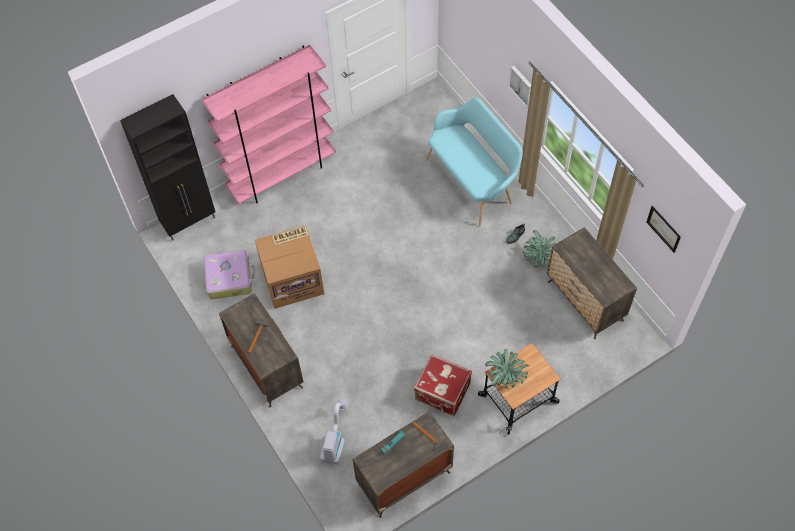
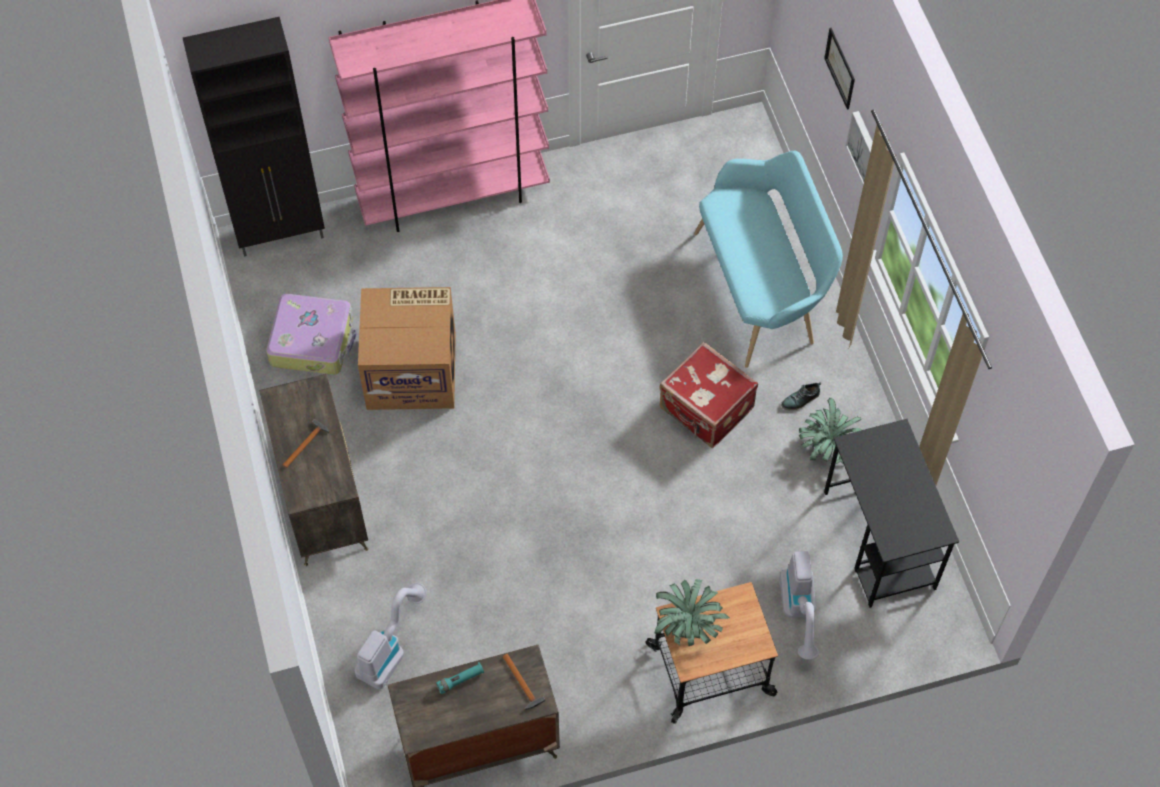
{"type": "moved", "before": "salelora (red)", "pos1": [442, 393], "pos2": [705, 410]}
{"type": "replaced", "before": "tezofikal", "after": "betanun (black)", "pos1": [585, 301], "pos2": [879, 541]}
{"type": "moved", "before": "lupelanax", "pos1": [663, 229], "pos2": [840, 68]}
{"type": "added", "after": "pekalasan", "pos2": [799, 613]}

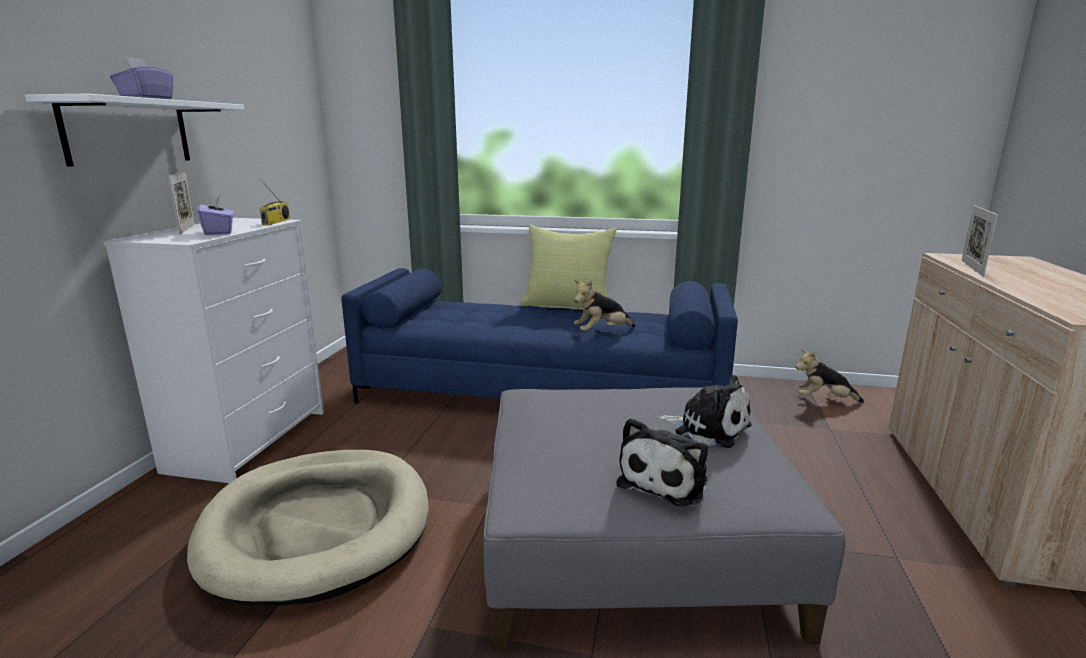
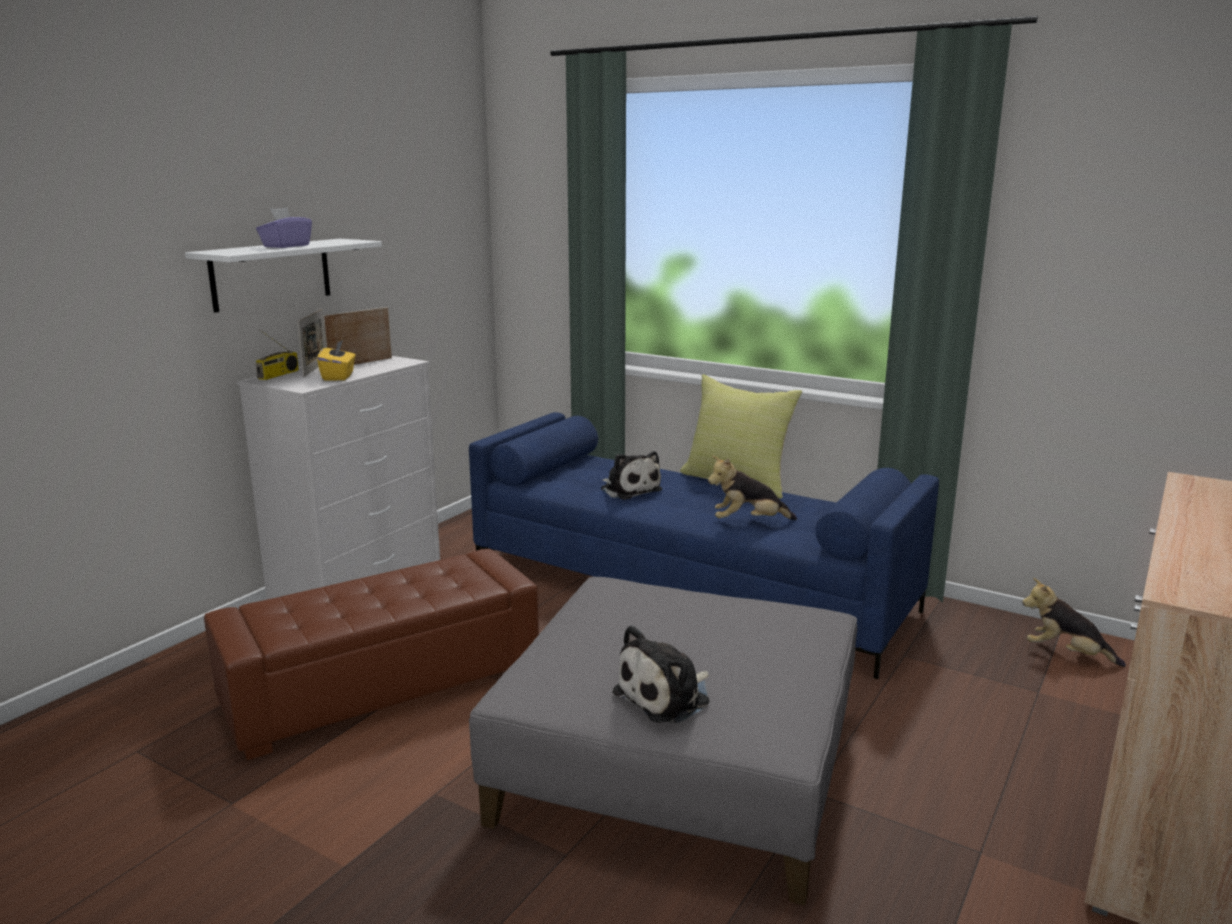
{"type": "replaced", "before": "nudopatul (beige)", "after": "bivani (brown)", "pos1": [318, 527], "pos2": [383, 686]}
{"type": "recoloured", "before": "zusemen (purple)", "after": "zusemen (yellow)", "pos1": [219, 232], "pos2": [339, 376]}
{"type": "moved", "before": "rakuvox", "pos1": [276, 222], "pos2": [278, 375]}
{"type": "moved", "before": "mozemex", "pos1": [708, 428], "pos2": [629, 489]}
{"type": "moved", "before": "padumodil", "pos1": [972, 268], "pos2": [361, 363]}

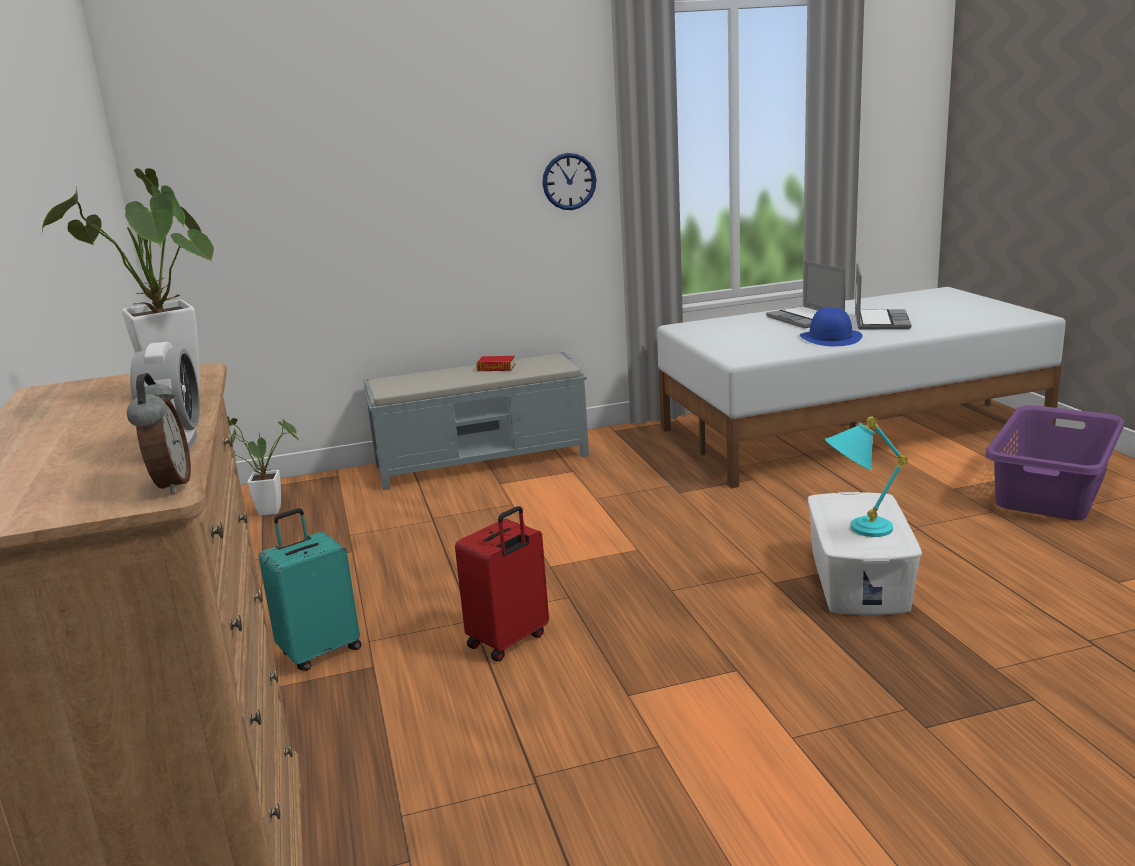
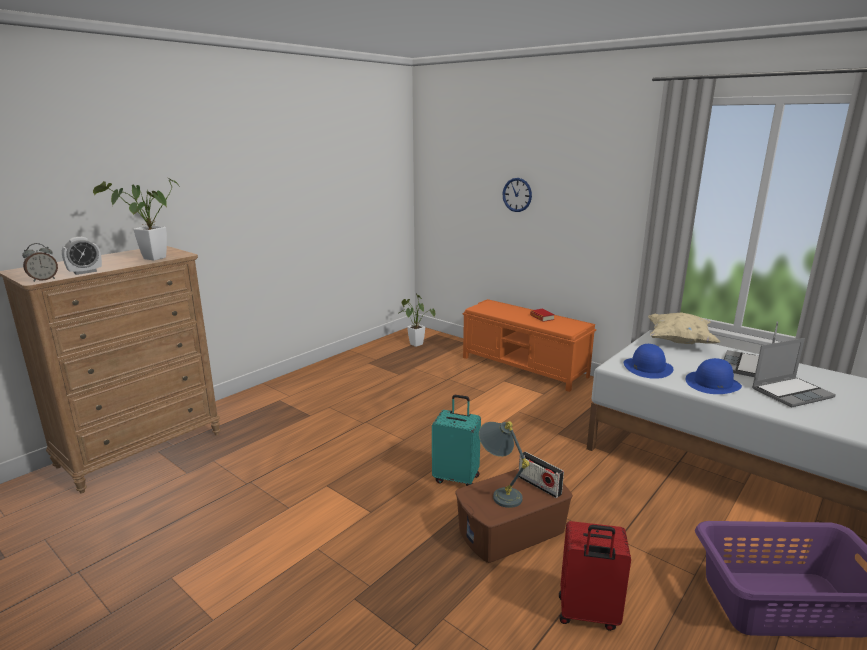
{"type": "moved", "before": "salelora (turquoise)", "pos1": [320, 651], "pos2": [456, 478]}
{"type": "recoloured", "before": "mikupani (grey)", "after": "mikupani (orange)", "pos1": [483, 460], "pos2": [524, 367]}
{"type": "moved", "before": "salelora (red)", "pos1": [509, 641], "pos2": [587, 614]}
{"type": "moved", "before": "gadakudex", "pos1": [569, 181], "pos2": [517, 195]}
{"type": "recoloured", "before": "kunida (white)", "after": "kunida (brown)", "pos1": [859, 580], "pos2": [512, 531]}
{"type": "recoloured", "before": "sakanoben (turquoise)", "after": "sakanoben (grey)", "pos1": [856, 529], "pos2": [500, 493]}
{"type": "added", "after": "rakuvox", "pos2": [539, 485]}
{"type": "added", "after": "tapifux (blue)", "pos2": [647, 367]}
{"type": "added", "after": "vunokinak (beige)", "pos2": [679, 341]}

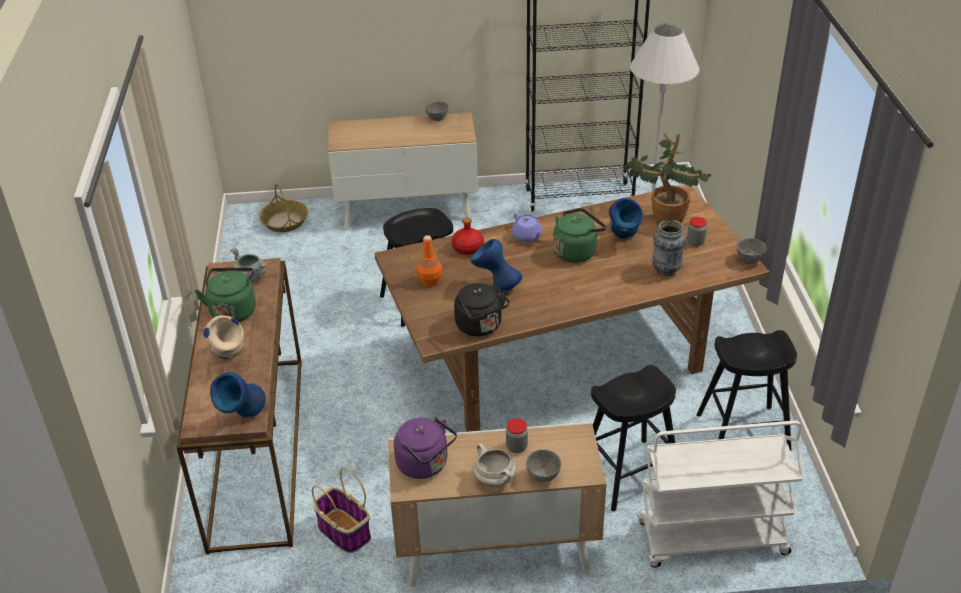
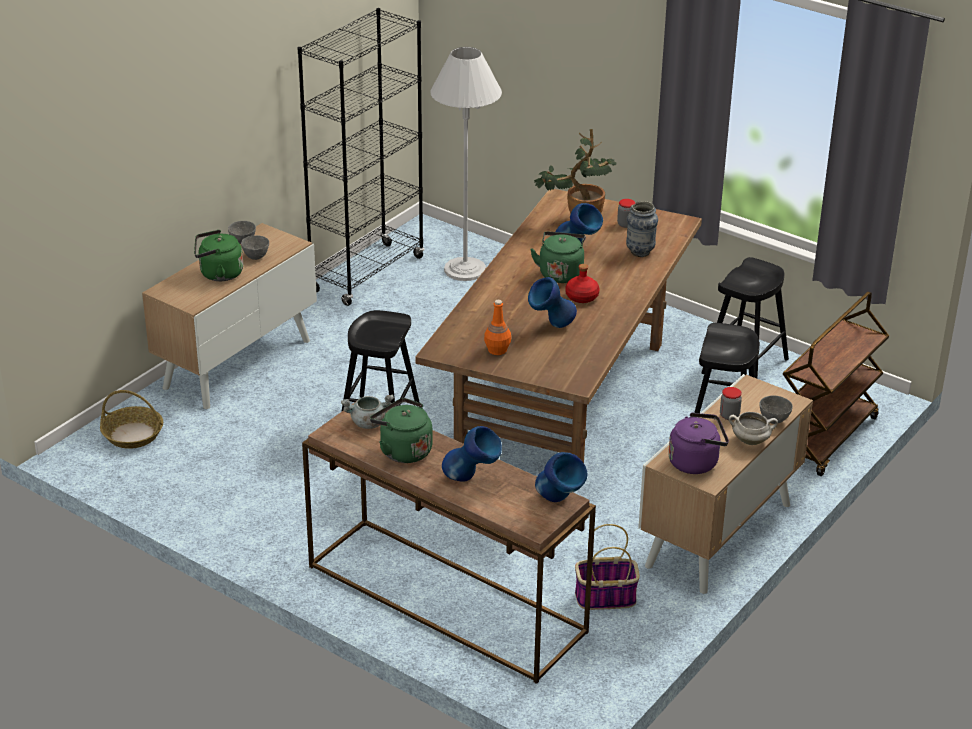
{"type": "recoloured", "before": "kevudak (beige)", "after": "kevudak (blue)", "pos1": [230, 360], "pos2": [472, 480]}
{"type": "moved", "before": "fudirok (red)", "pos1": [468, 248], "pos2": [582, 297]}
{"type": "removed", "before": "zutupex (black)", "pos1": [481, 327]}
{"type": "removed", "before": "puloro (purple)", "pos1": [527, 236]}
{"type": "recoloured", "before": "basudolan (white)", "after": "basudolan (brown)", "pos1": [711, 539], "pos2": [825, 439]}
{"type": "moved", "before": "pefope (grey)", "pos1": [748, 260], "pos2": [255, 257]}
{"type": "added", "after": "zutupex (green)", "pos2": [218, 274]}

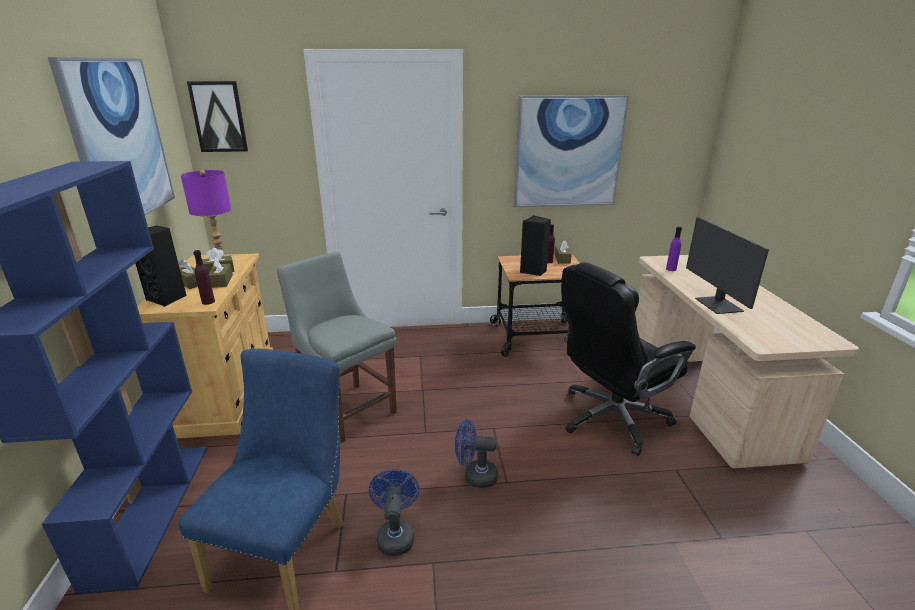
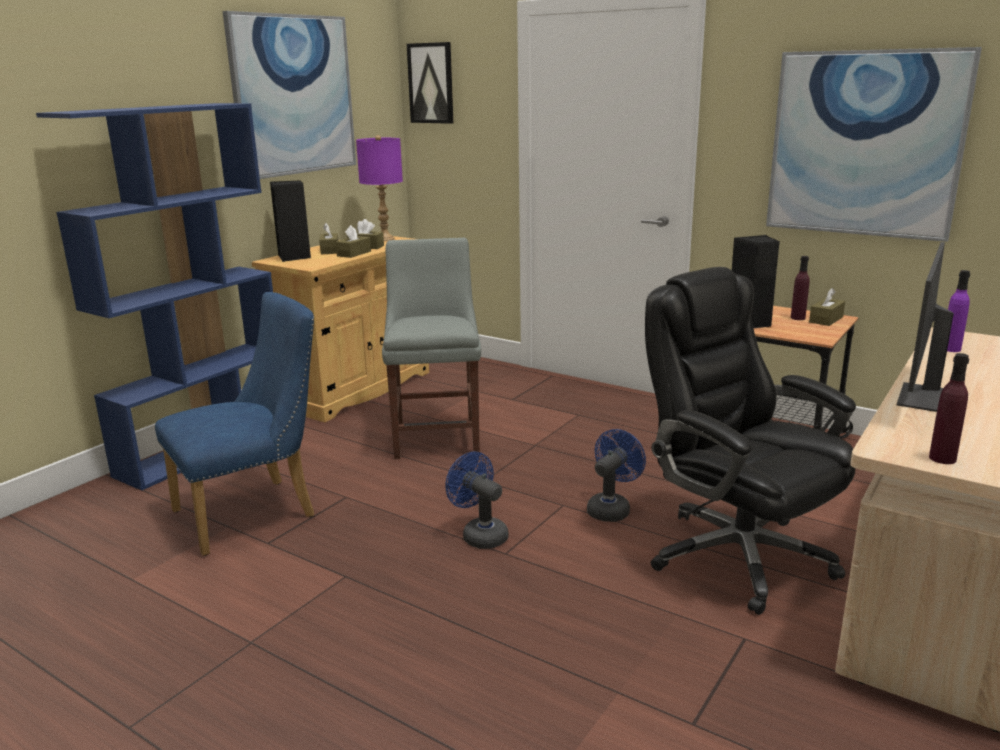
{"type": "moved", "before": "fudirok (purple)", "pos1": [208, 302], "pos2": [942, 458]}
{"type": "moved", "before": "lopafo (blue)", "pos1": [395, 534], "pos2": [611, 508]}
{"type": "turned", "before": "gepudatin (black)", "pos1": [611, 418], "pos2": [736, 554], "turn": 45}

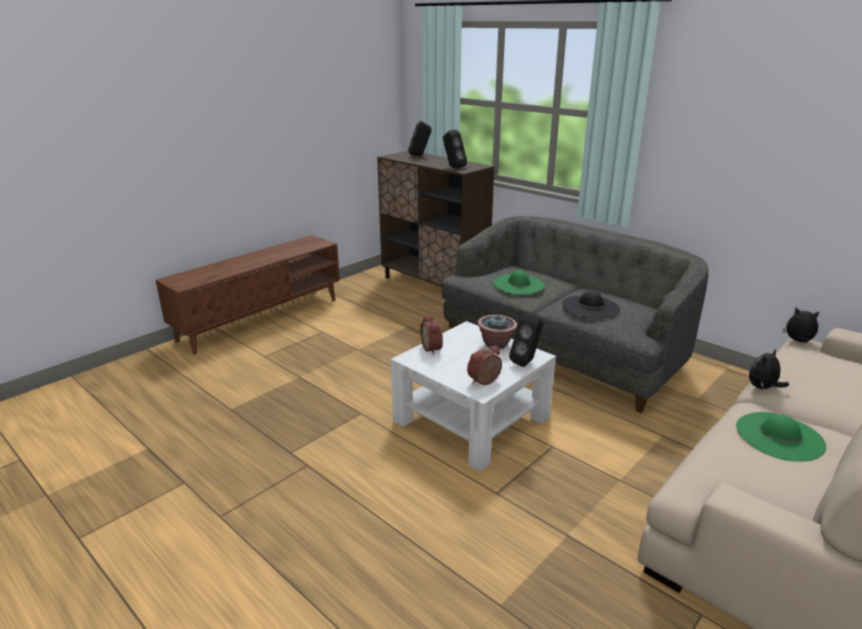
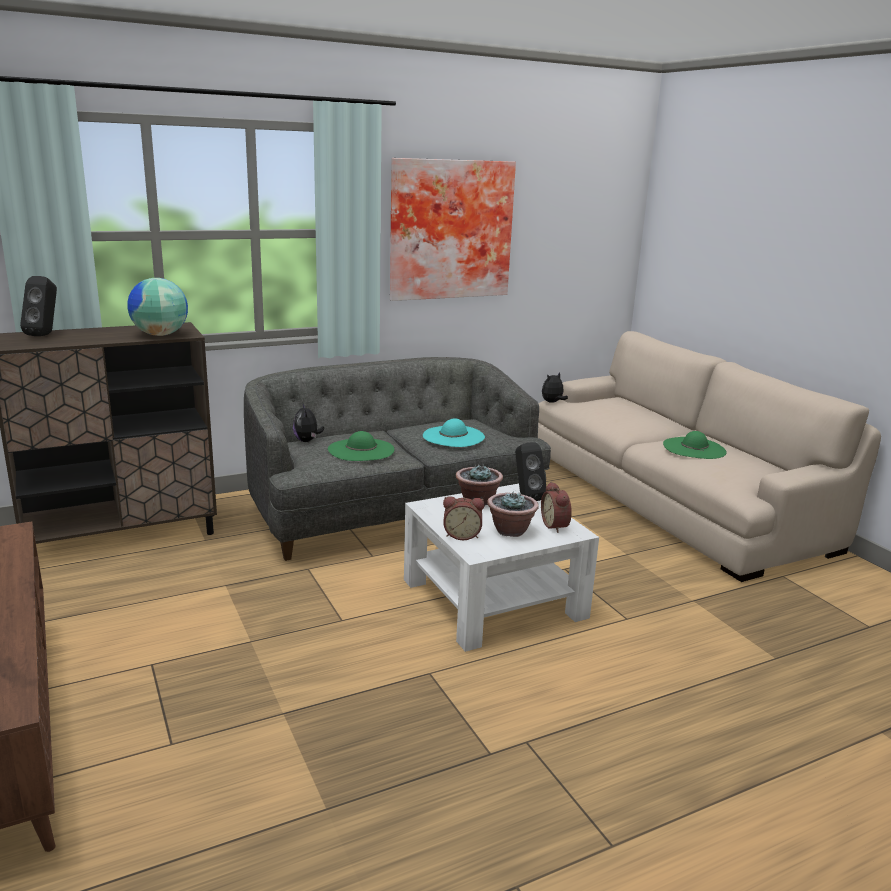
{"type": "replaced", "before": "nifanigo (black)", "after": "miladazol", "pos1": [453, 167], "pos2": [160, 335]}
{"type": "recoloured", "before": "tapifux (black)", "after": "tapifux (turquoise)", "pos1": [590, 307], "pos2": [453, 436]}
{"type": "moved", "before": "mozemex", "pos1": [762, 388], "pos2": [307, 441]}
{"type": "added", "after": "lupelanax", "pos2": [449, 229]}
{"type": "added", "after": "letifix", "pos2": [510, 531]}

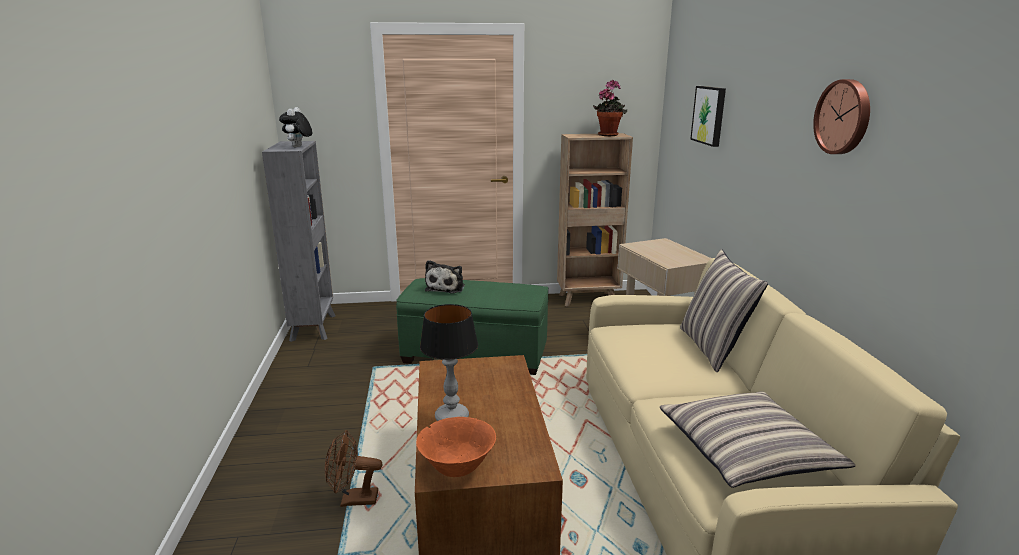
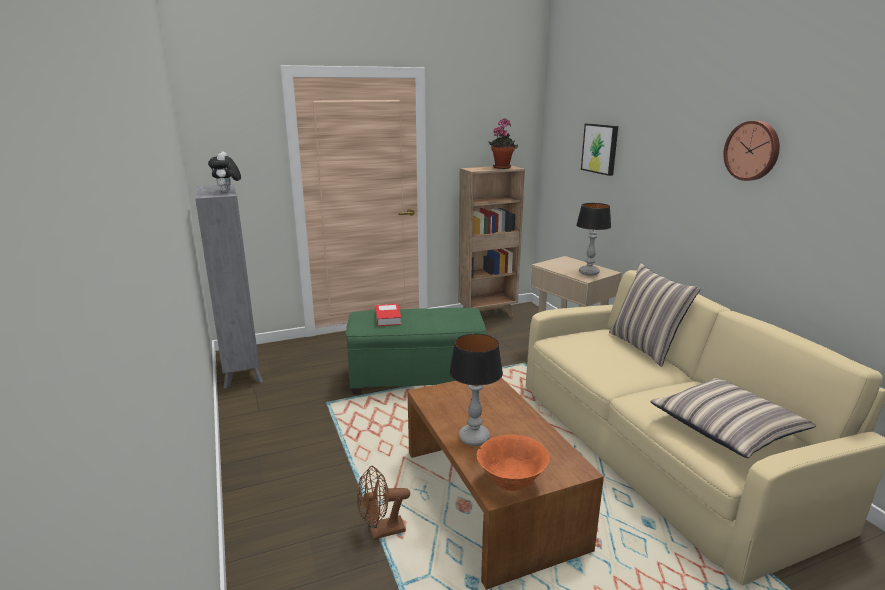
{"type": "replaced", "before": "mozemex", "after": "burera", "pos1": [446, 287], "pos2": [388, 318]}
{"type": "added", "after": "sakanoben", "pos2": [589, 273]}

